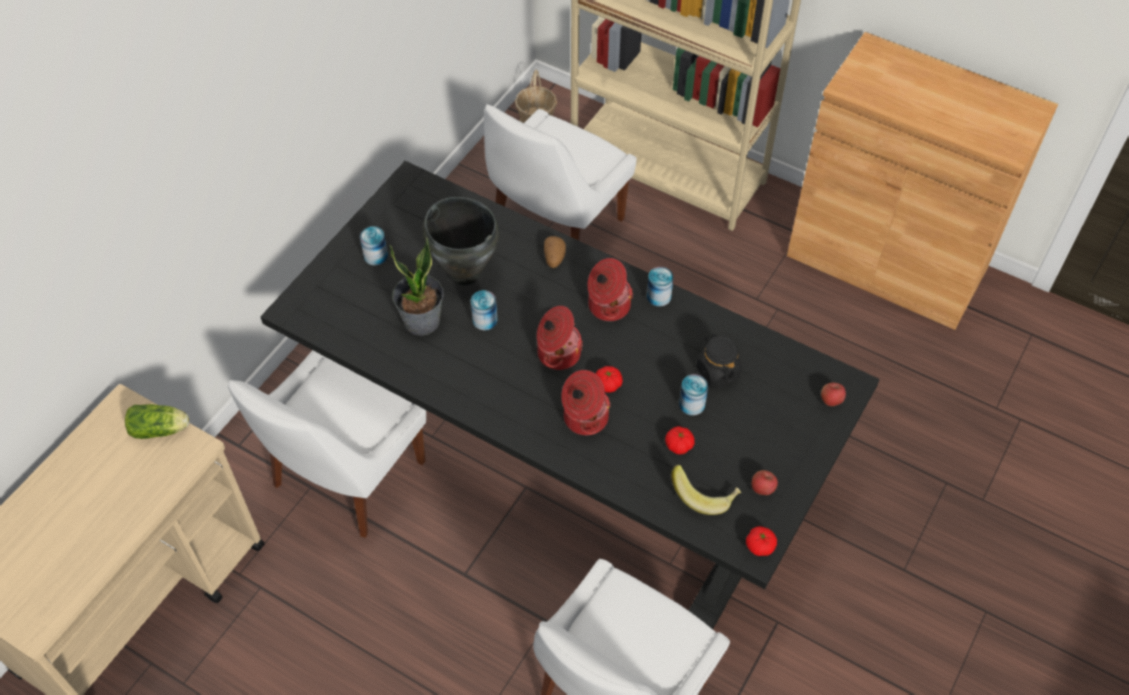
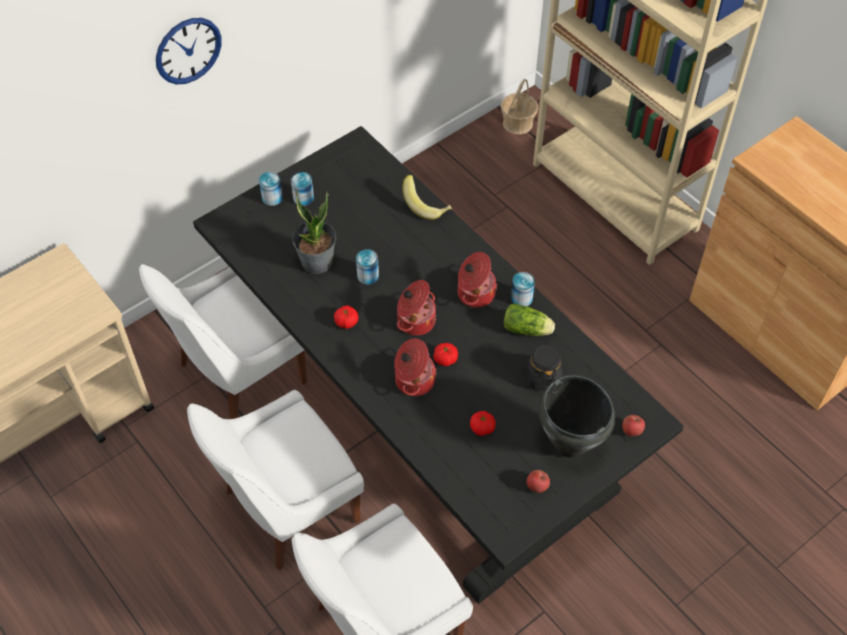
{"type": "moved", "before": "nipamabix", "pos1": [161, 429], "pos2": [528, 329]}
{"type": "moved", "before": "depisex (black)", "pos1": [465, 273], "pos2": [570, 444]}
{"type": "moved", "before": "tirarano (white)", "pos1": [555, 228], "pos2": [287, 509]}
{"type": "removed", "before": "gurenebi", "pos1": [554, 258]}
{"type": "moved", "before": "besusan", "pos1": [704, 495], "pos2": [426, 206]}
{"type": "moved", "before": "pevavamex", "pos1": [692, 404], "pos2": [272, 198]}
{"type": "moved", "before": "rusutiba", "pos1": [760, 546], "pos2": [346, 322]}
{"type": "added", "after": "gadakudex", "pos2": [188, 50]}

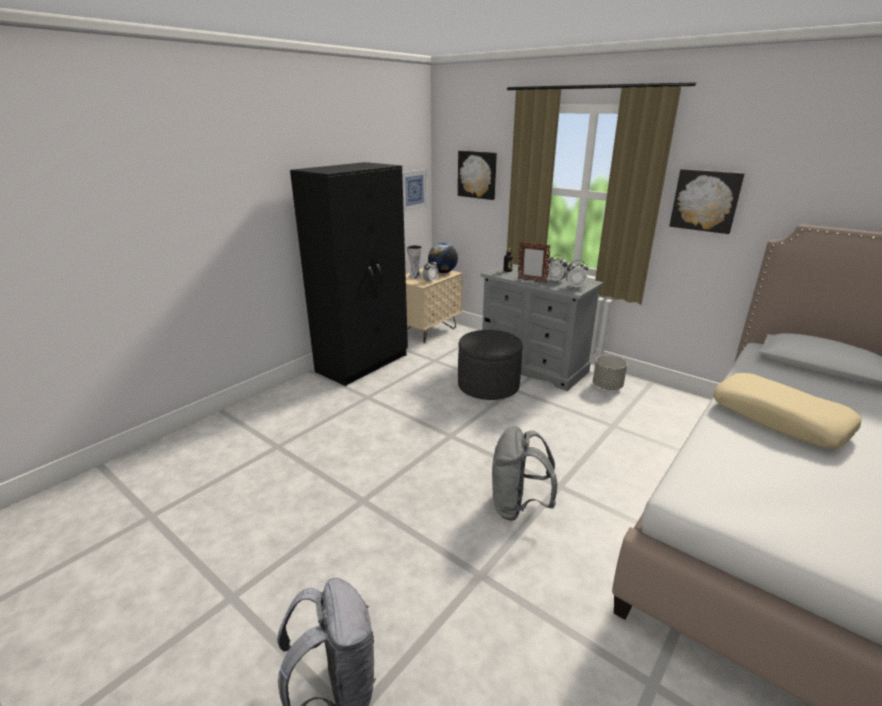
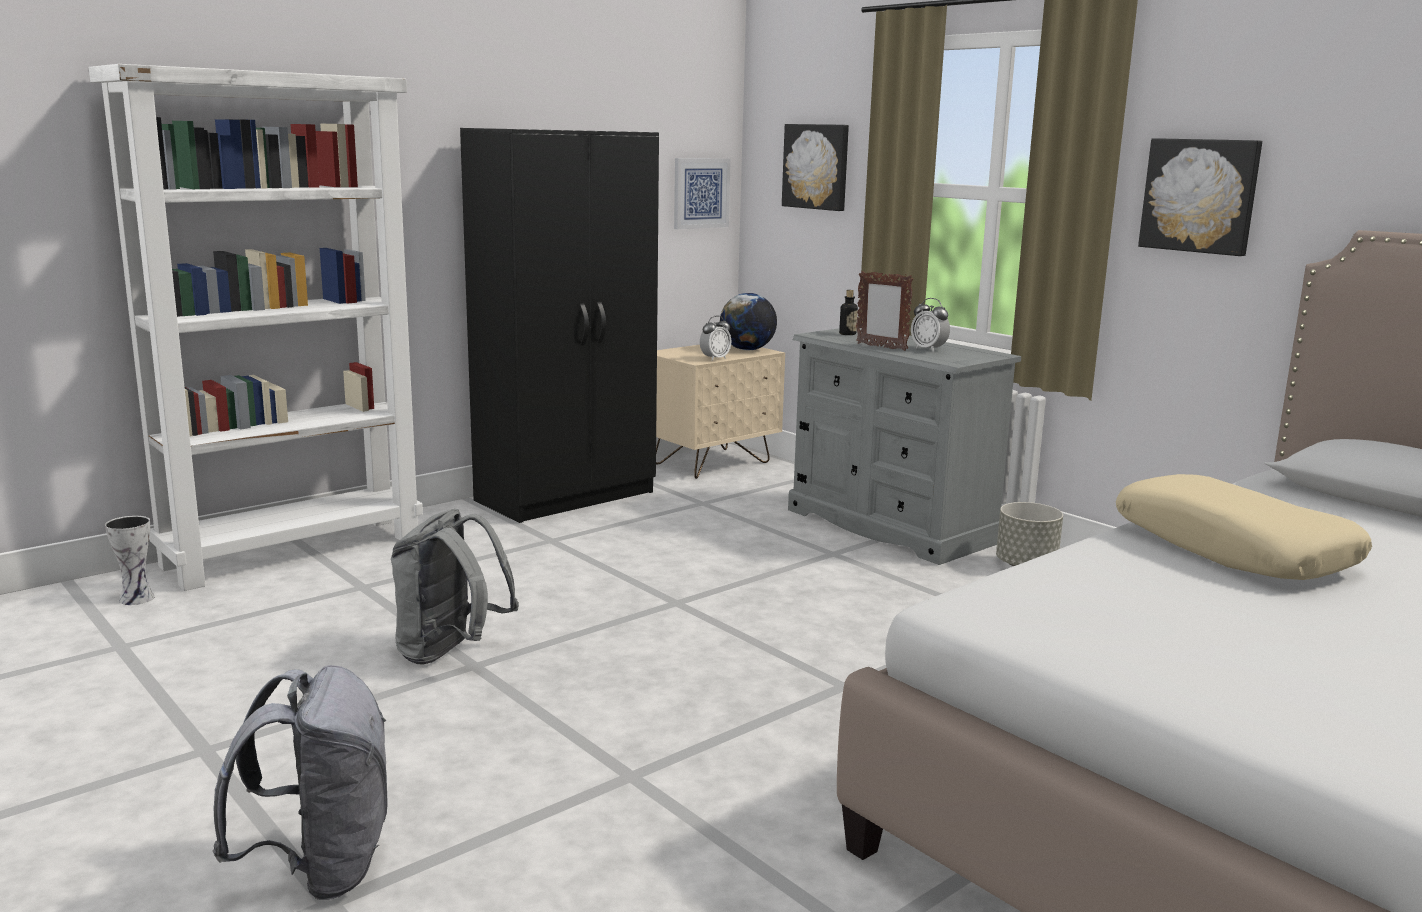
{"type": "moved", "before": "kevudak", "pos1": [415, 276], "pos2": [138, 598]}
{"type": "removed", "before": "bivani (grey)", "pos1": [488, 386]}
{"type": "moved", "before": "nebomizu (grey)", "pos1": [518, 506], "pos2": [450, 653]}
{"type": "removed", "before": "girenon", "pos1": [575, 287]}
{"type": "added", "after": "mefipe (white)", "pos2": [295, 550]}

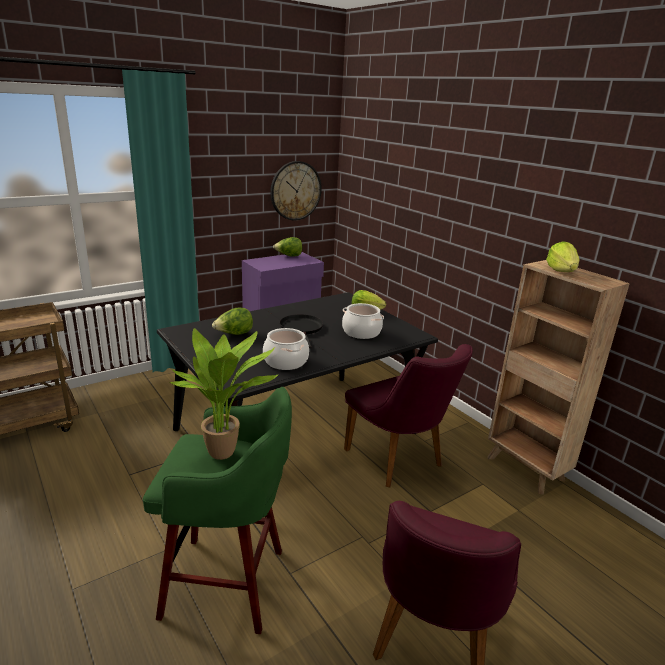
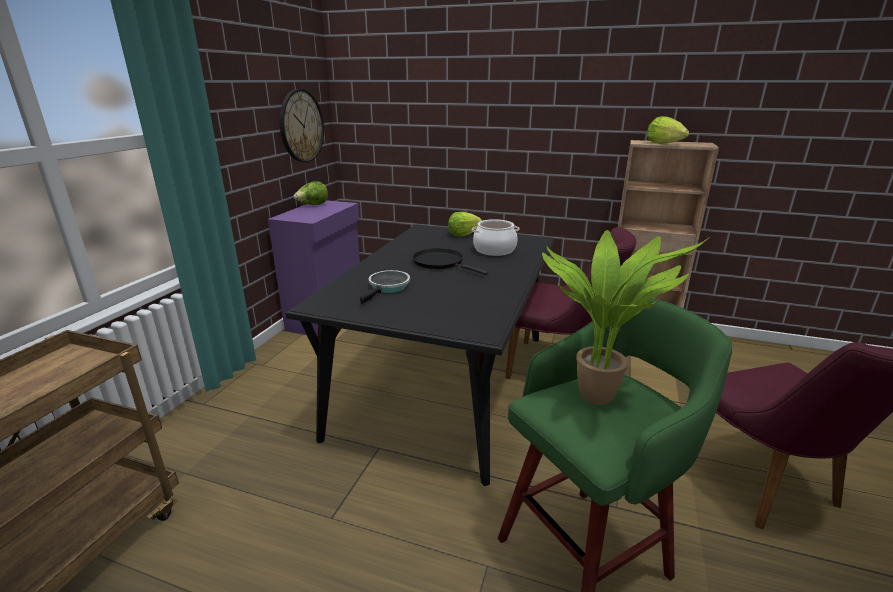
{"type": "replaced", "before": "nipamabix", "after": "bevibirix", "pos1": [234, 334], "pos2": [388, 288]}
{"type": "removed", "before": "depisex", "pos1": [286, 361]}

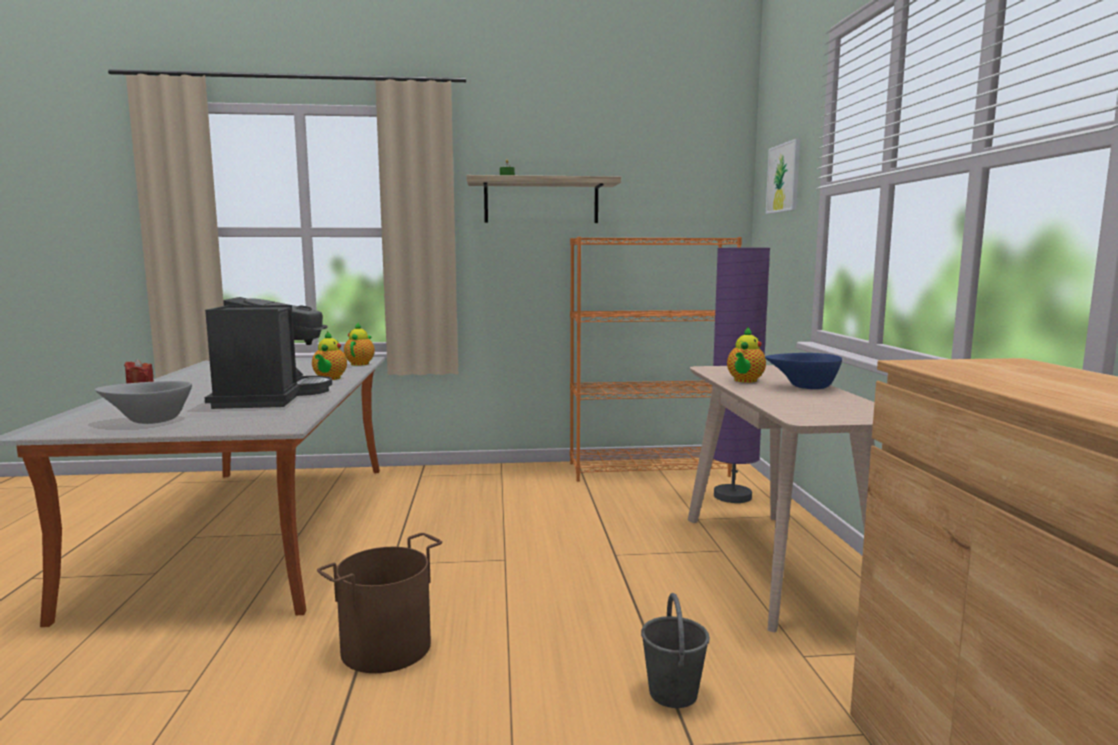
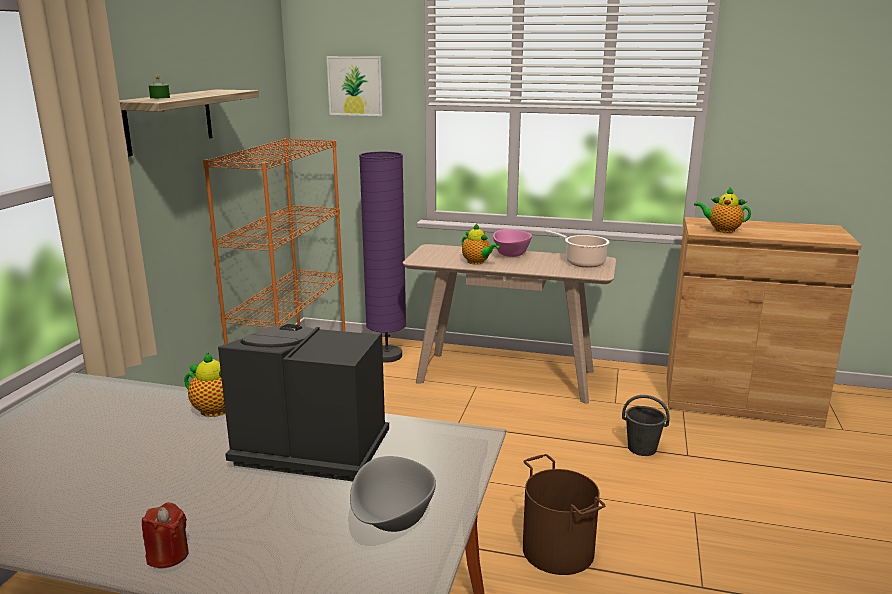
{"type": "moved", "before": "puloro", "pos1": [360, 364], "pos2": [722, 230]}
{"type": "recoloured", "before": "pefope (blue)", "after": "pefope (pink)", "pos1": [803, 387], "pos2": [510, 255]}
{"type": "added", "after": "depisex", "pos2": [582, 262]}

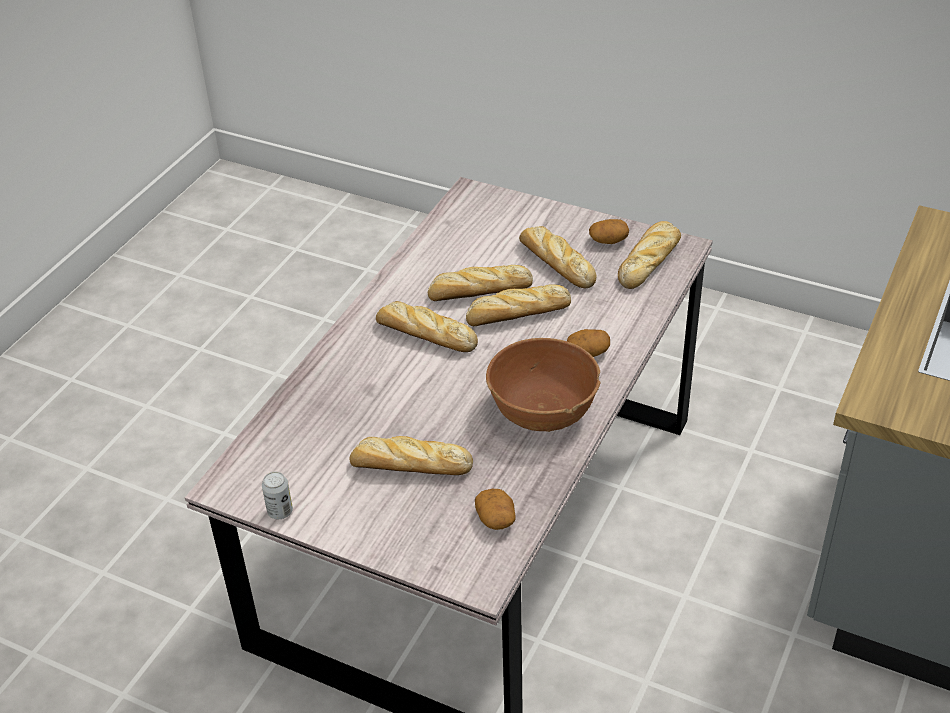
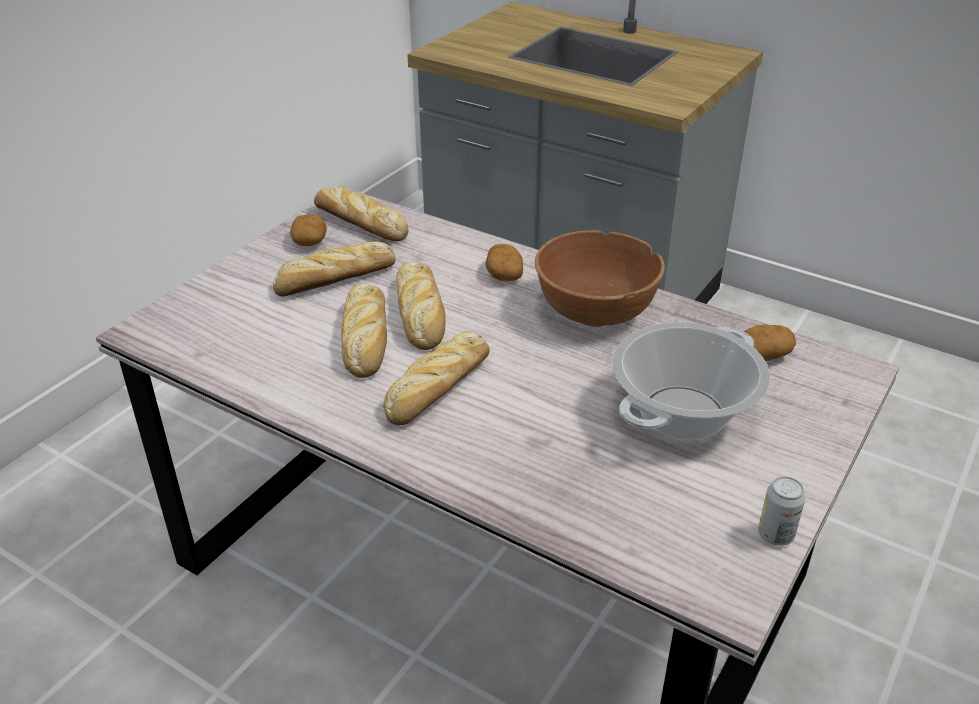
{"type": "replaced", "before": "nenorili", "after": "depisex", "pos1": [408, 465], "pos2": [684, 413]}

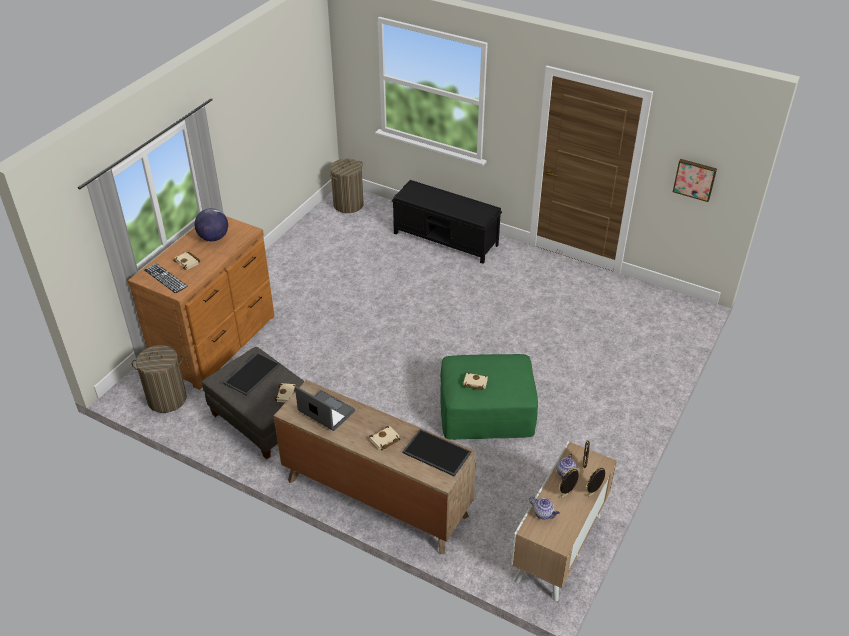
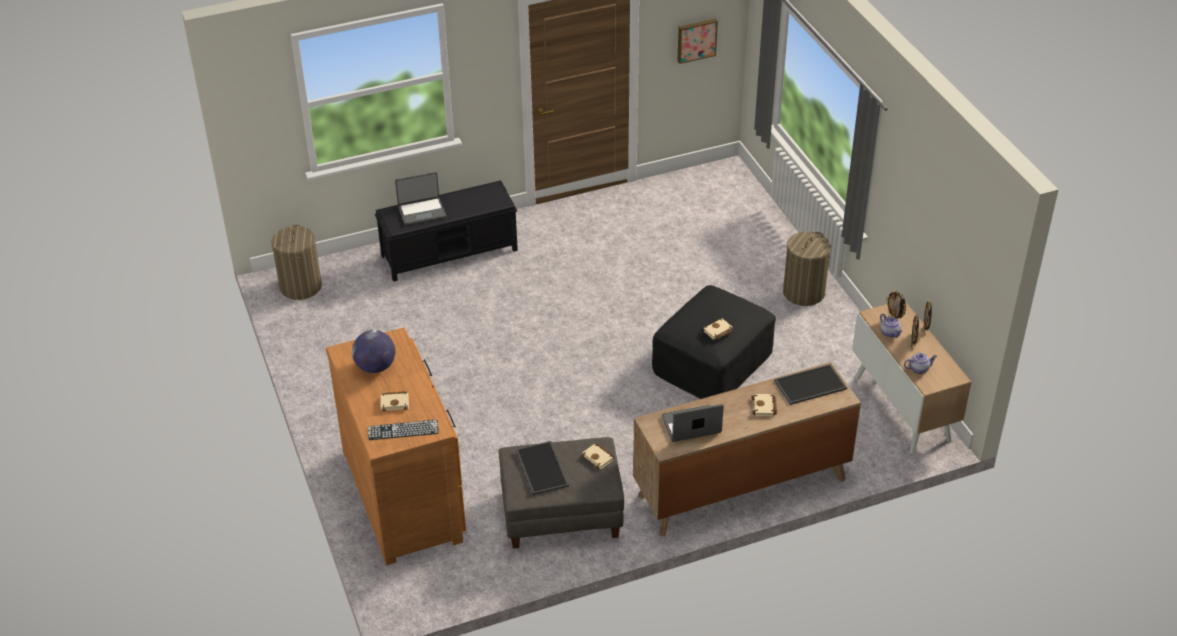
{"type": "moved", "before": "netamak", "pos1": [167, 399], "pos2": [803, 292]}
{"type": "recoloured", "before": "bivani (green)", "after": "bivani (black)", "pos1": [486, 411], "pos2": [713, 361]}
{"type": "added", "after": "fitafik", "pos2": [422, 211]}

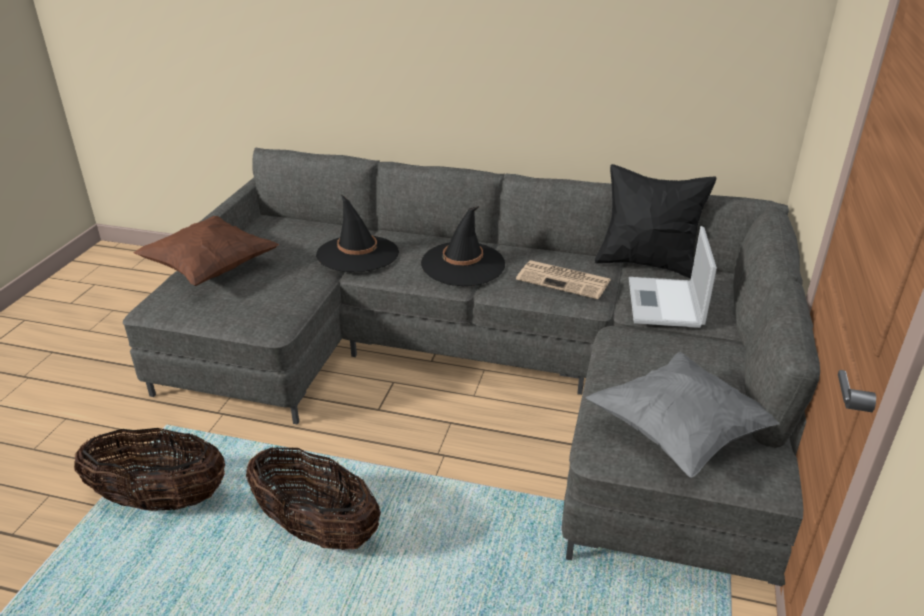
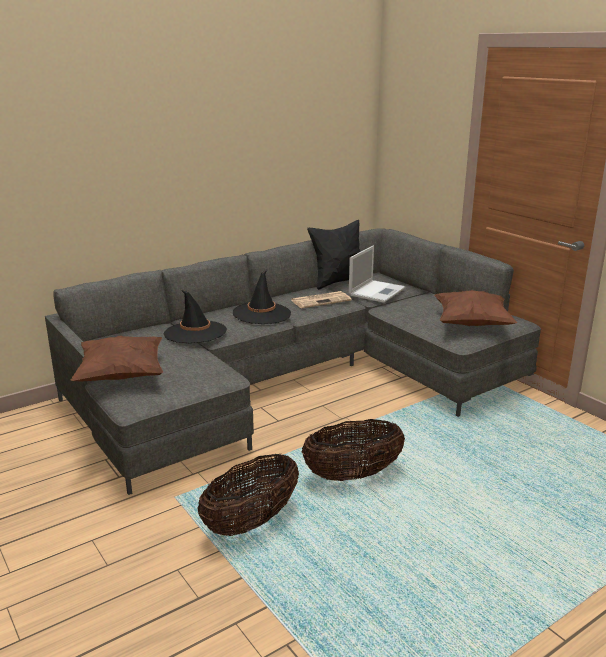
{"type": "recoloured", "before": "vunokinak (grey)", "after": "vunokinak (brown)", "pos1": [679, 433], "pos2": [471, 324]}
{"type": "turned", "before": "fitafik", "pos1": [665, 304], "pos2": [377, 291], "turn": -105}

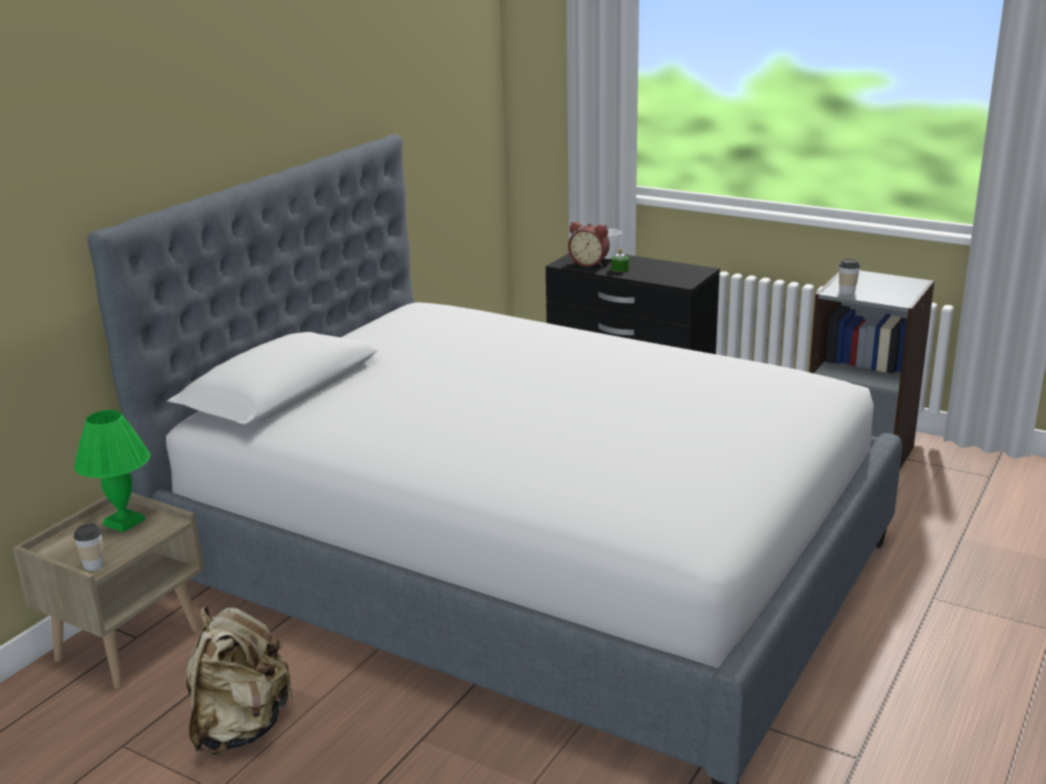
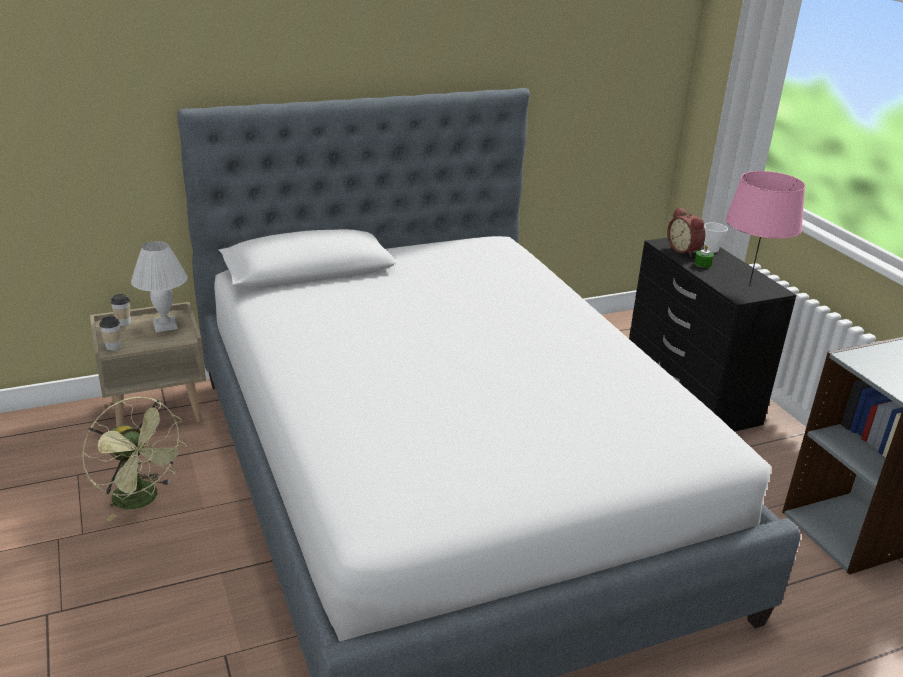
{"type": "recoloured", "before": "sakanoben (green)", "after": "sakanoben (white)", "pos1": [123, 522], "pos2": [165, 325]}
{"type": "replaced", "before": "nebomizu (beige)", "after": "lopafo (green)", "pos1": [241, 727], "pos2": [142, 500]}
{"type": "moved", "before": "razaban", "pos1": [847, 292], "pos2": [123, 323]}
{"type": "added", "after": "sakanoben (pink)", "pos2": [750, 284]}

